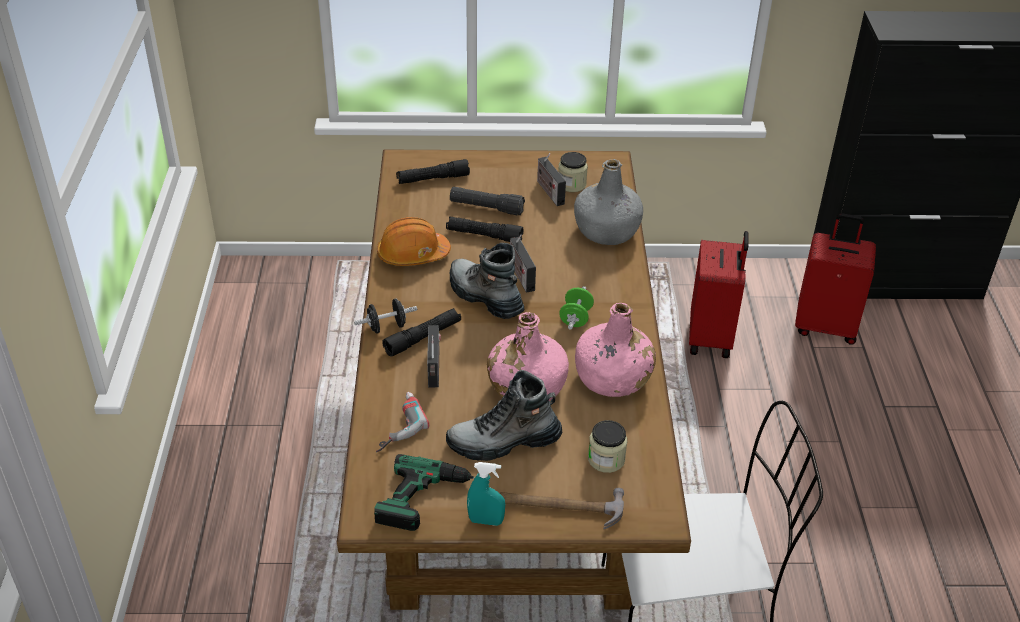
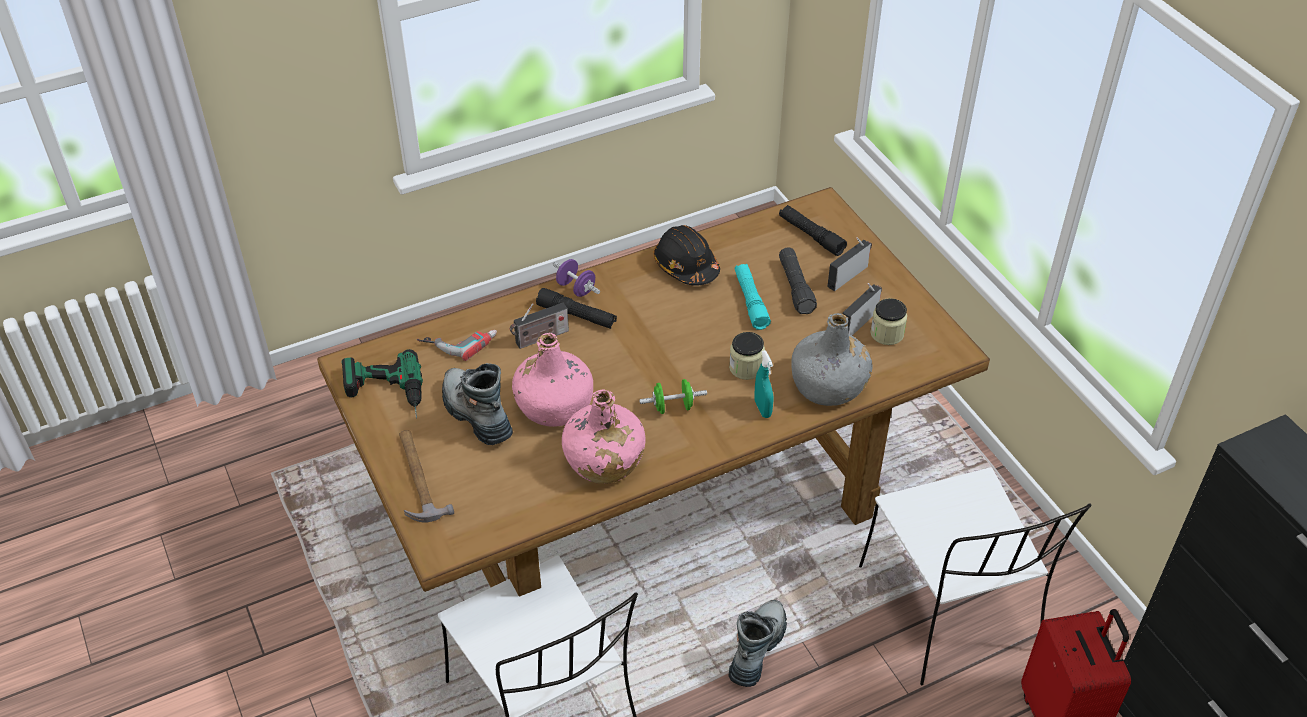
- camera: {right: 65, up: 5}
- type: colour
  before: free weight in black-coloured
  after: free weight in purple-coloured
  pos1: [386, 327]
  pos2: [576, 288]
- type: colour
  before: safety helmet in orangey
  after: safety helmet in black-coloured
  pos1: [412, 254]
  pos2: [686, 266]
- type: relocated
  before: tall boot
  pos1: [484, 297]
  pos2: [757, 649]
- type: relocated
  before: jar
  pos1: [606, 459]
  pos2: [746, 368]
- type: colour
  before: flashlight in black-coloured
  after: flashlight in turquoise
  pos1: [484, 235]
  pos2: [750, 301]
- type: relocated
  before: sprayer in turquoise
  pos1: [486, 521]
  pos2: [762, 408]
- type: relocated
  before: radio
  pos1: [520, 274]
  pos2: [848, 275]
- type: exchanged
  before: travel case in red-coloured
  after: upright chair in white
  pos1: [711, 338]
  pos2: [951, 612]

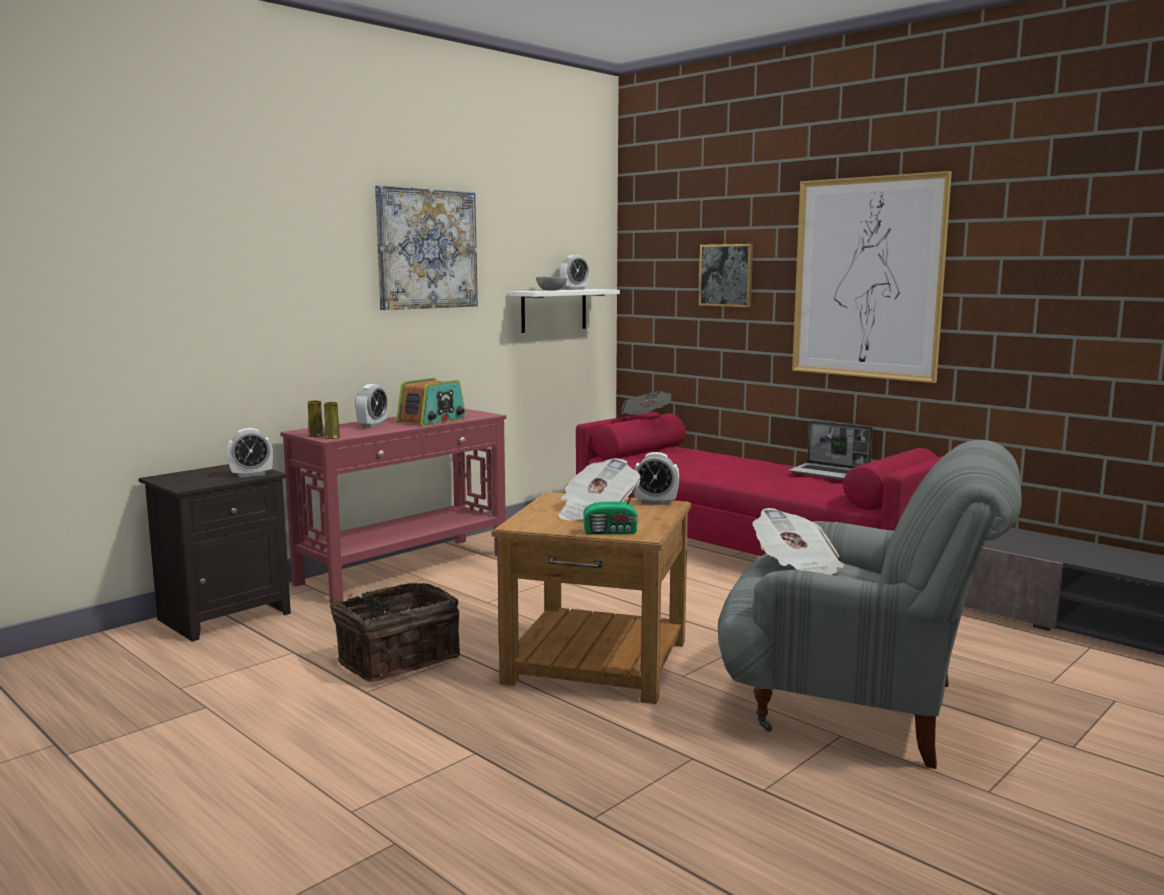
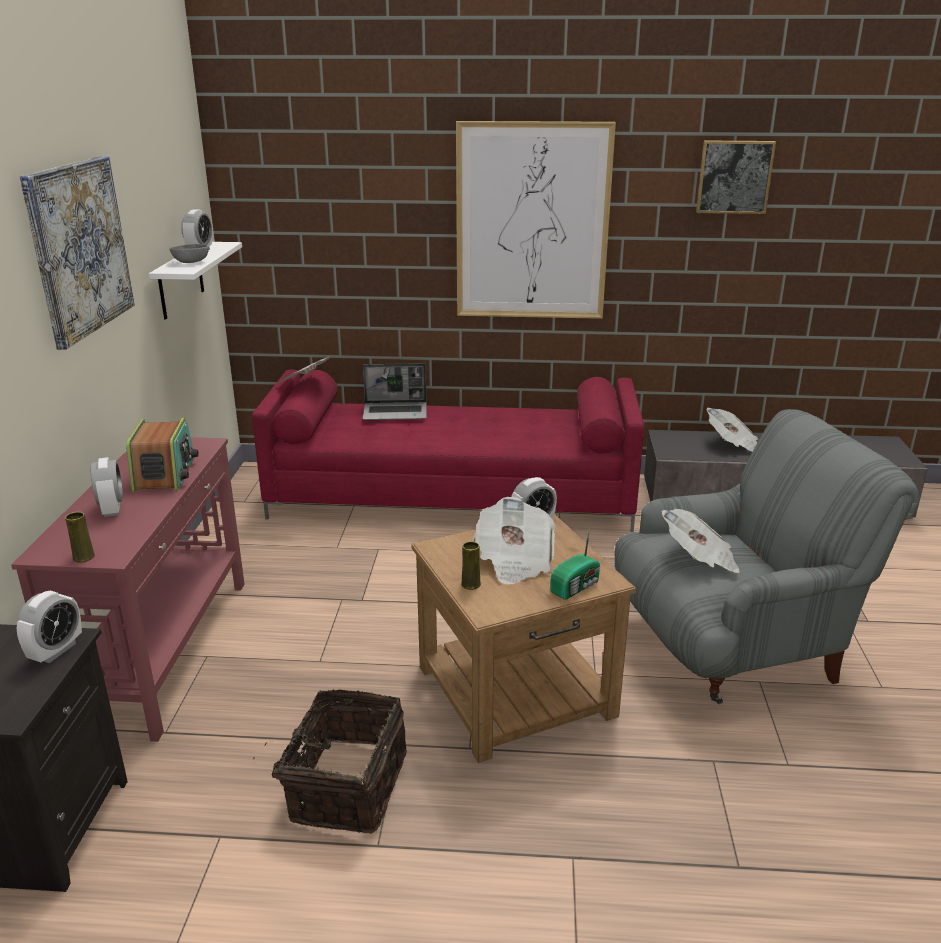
- camera: {right: -40, up: 15}
- type: relocated
  before: laptop
  pos1: [830, 473]
  pos2: [396, 412]
- type: relocated
  before: vase in yellow-coloured
  pos1: [332, 437]
  pos2: [471, 584]
- type: relocated
  before: wall art
  pos1: [726, 275]
  pos2: [734, 177]
- type: appeared
  after: printed paper
  pos2: [732, 444]

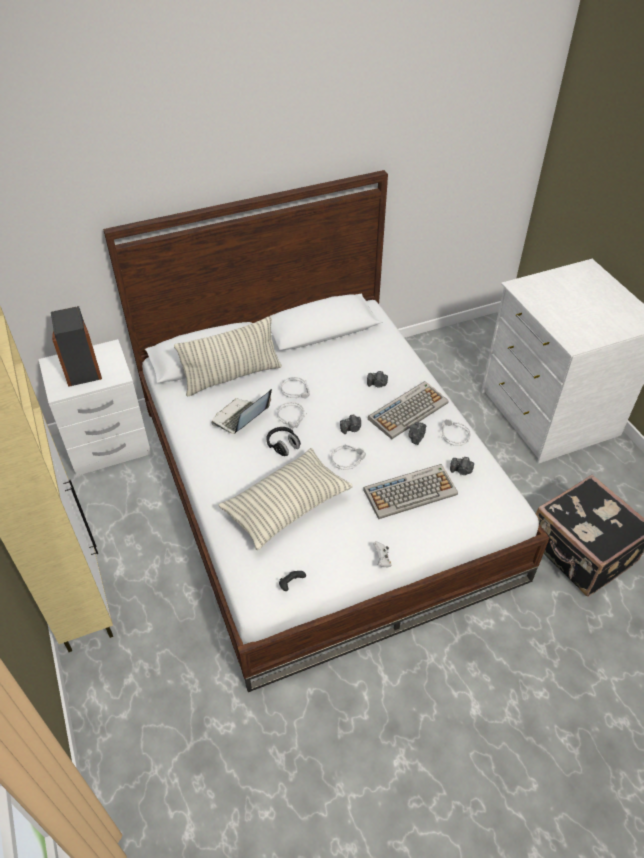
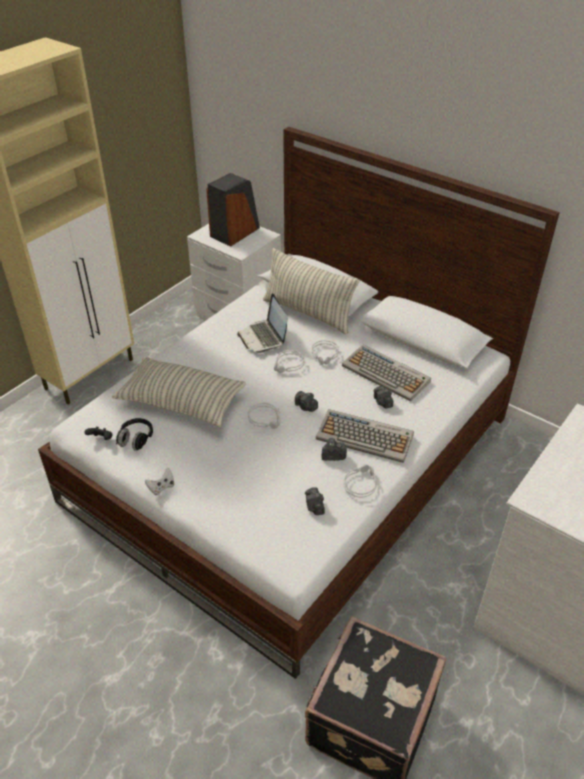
- camera: {right: 60, up: -5}
- type: relocated
  before: headset in black-coloured
  pos1: [283, 446]
  pos2: [136, 439]
- type: spun
  before: laptop
  pos1: [241, 418]
  pos2: [263, 337]
  turn: -120
- type: relocated
  before: PC keyboard
  pos1: [410, 491]
  pos2: [386, 374]

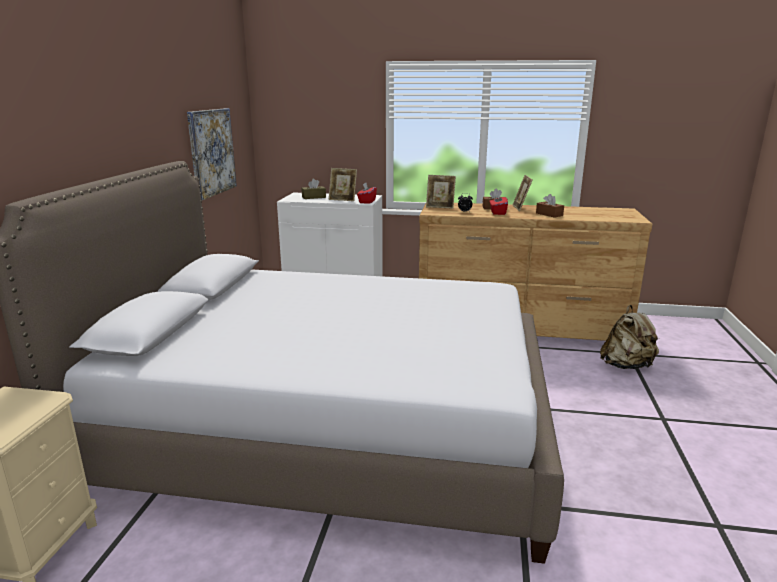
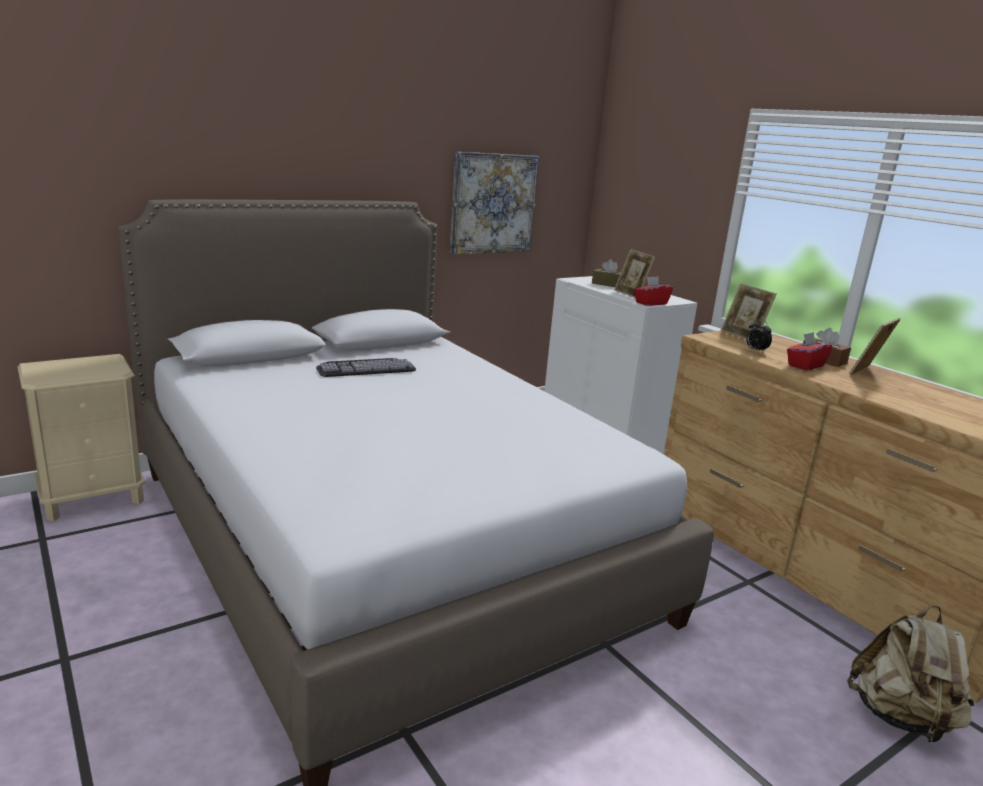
- camera: {right: 45, up: 0}
- type: appeared
  after: PC keyboard
  pos2: [366, 367]
- type: missing
  before: tissue box in brown-coloured
  pos1: [549, 214]

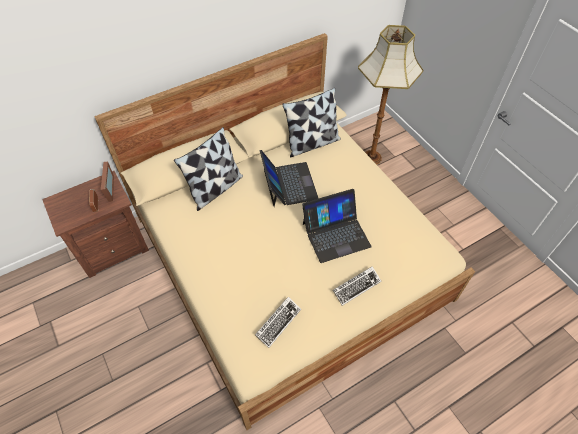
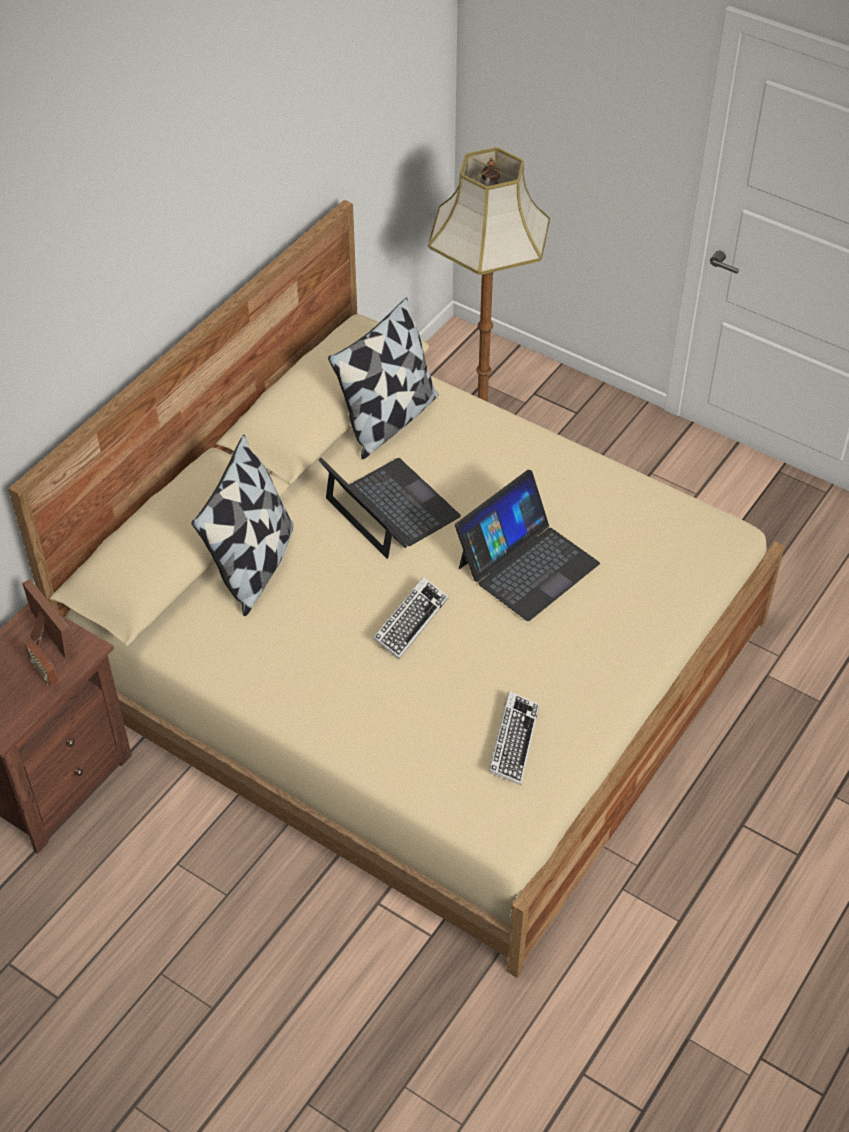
- camera: {right: -25, up: -5}
- type: relocated
  before: PC keyboard
  pos1: [356, 287]
  pos2: [410, 621]

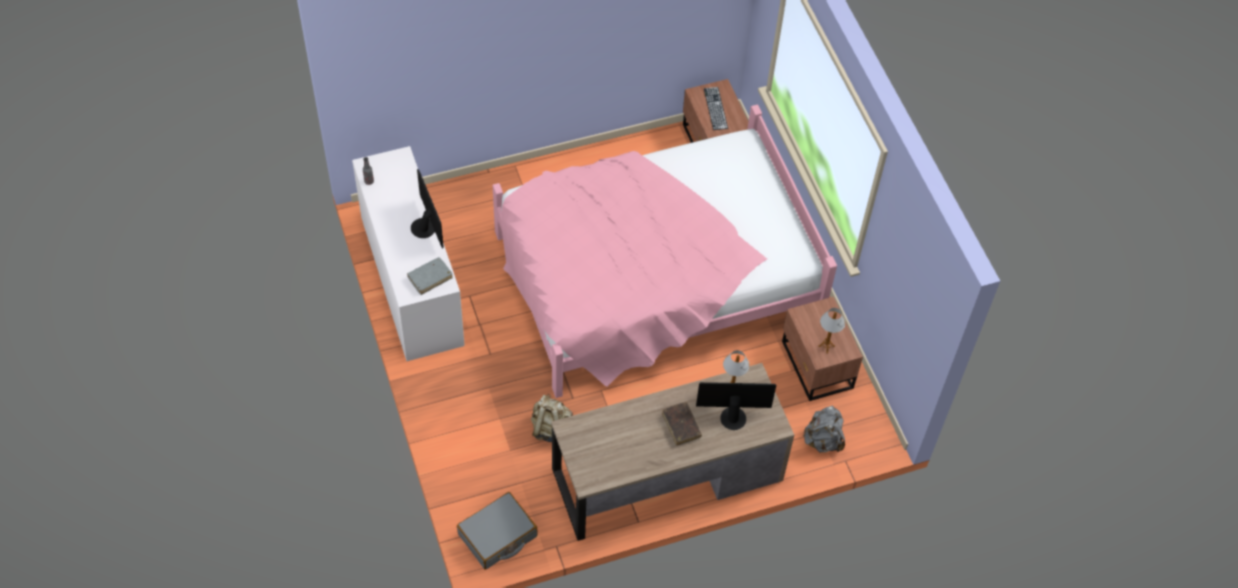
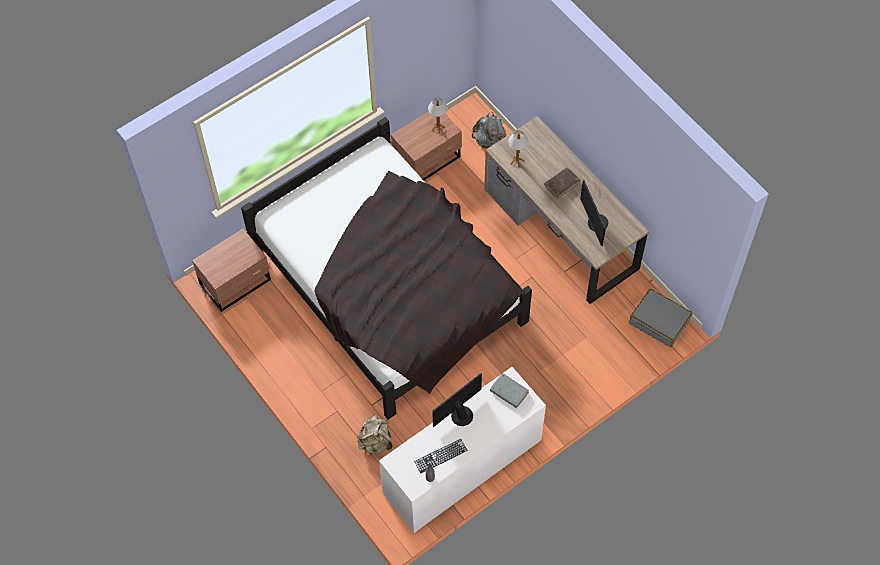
- camera: {right: -105, up: 5}
- type: colour
  before: bed in pinkish
  after: bed in black-coloured
  pos1: [654, 279]
  pos2: [390, 286]
- type: relocated
  before: backpack in beige
  pos1: [551, 428]
  pos2: [375, 441]
- type: relocated
  before: PC keyboard
  pos1: [715, 108]
  pos2: [440, 456]
- type: relocated
  before: monitor
  pos1: [732, 416]
  pos2: [595, 224]

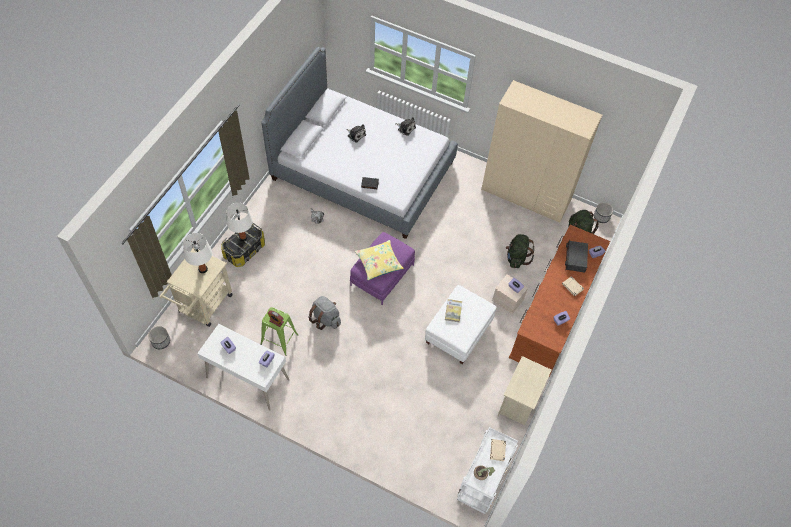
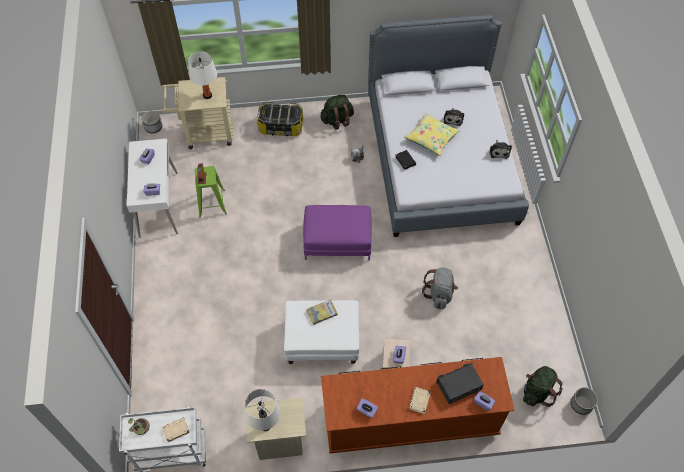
- camera: {right: 60, up: 0}
- type: relocated
  before: tabletop lamp in white
  pos1: [243, 237]
  pos2: [265, 425]
- type: relocated
  before: backpack in green
  pos1: [516, 258]
  pos2: [337, 120]
- type: relocated
  before: pillow in yellow-coloured
  pos1: [378, 263]
  pos2: [431, 138]
- type: relocated
  before: backpack in grey
  pos1: [325, 319]
  pos2: [439, 294]
- type: missing
  before: clothes cupboard in beige
  pos1: [526, 195]

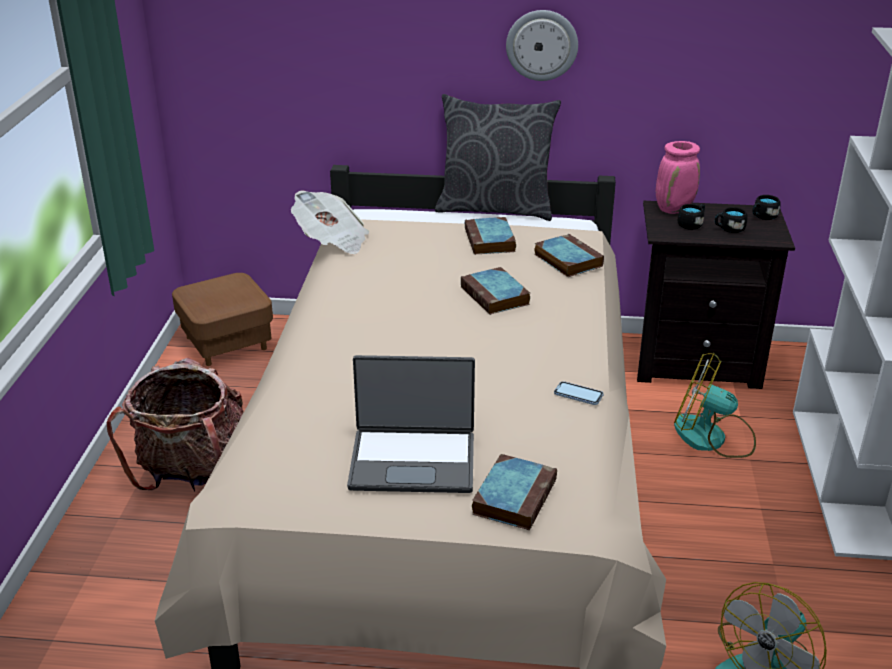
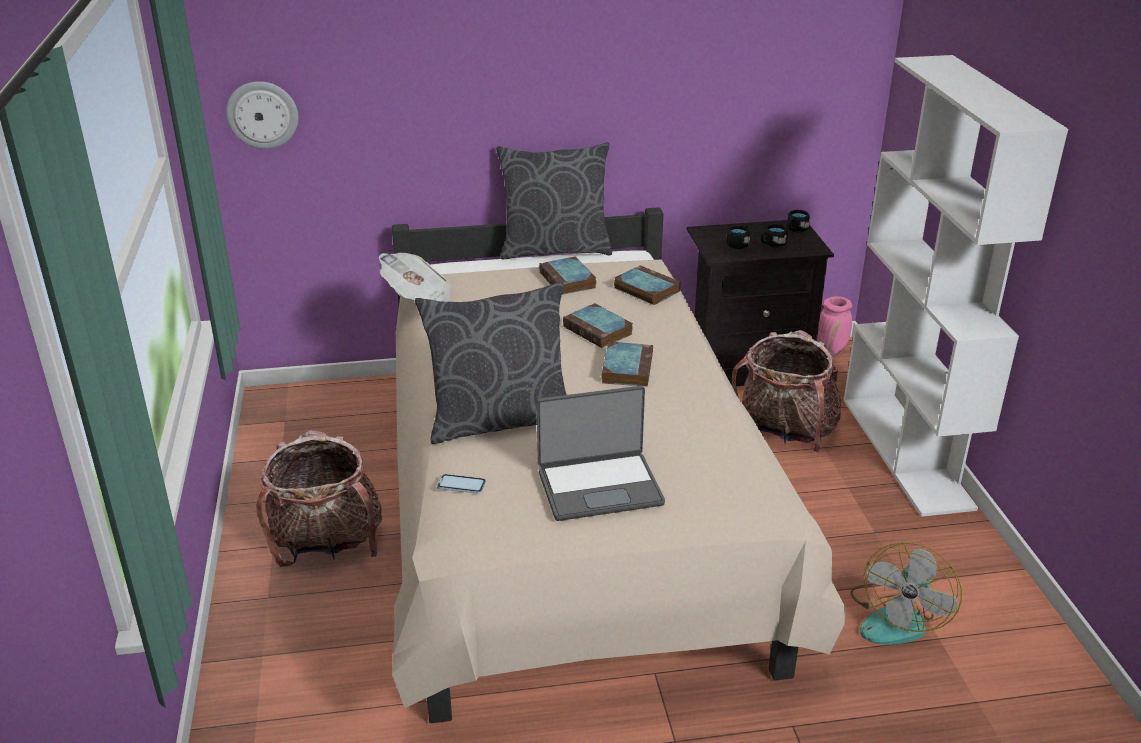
- camera: {right: -15, up: 0}
- type: relocated
  before: wall clock
  pos1: [542, 45]
  pos2: [262, 114]
- type: appeared
  after: pillow in grey
  pos2: [499, 420]
- type: relocated
  before: handset
  pos1: [578, 394]
  pos2: [461, 485]
- type: relocated
  before: volume
  pos1: [514, 496]
  pos2: [627, 368]
- type: exchanged
  before: electric fan
  after: backpack
  pos1: [712, 437]
  pos2: [785, 433]
- type: relocated
  before: vase in pinkish
  pos1: [674, 209]
  pos2: [830, 352]
- type: missing
  before: ottoman in brown-coloured
  pos1: [227, 343]

